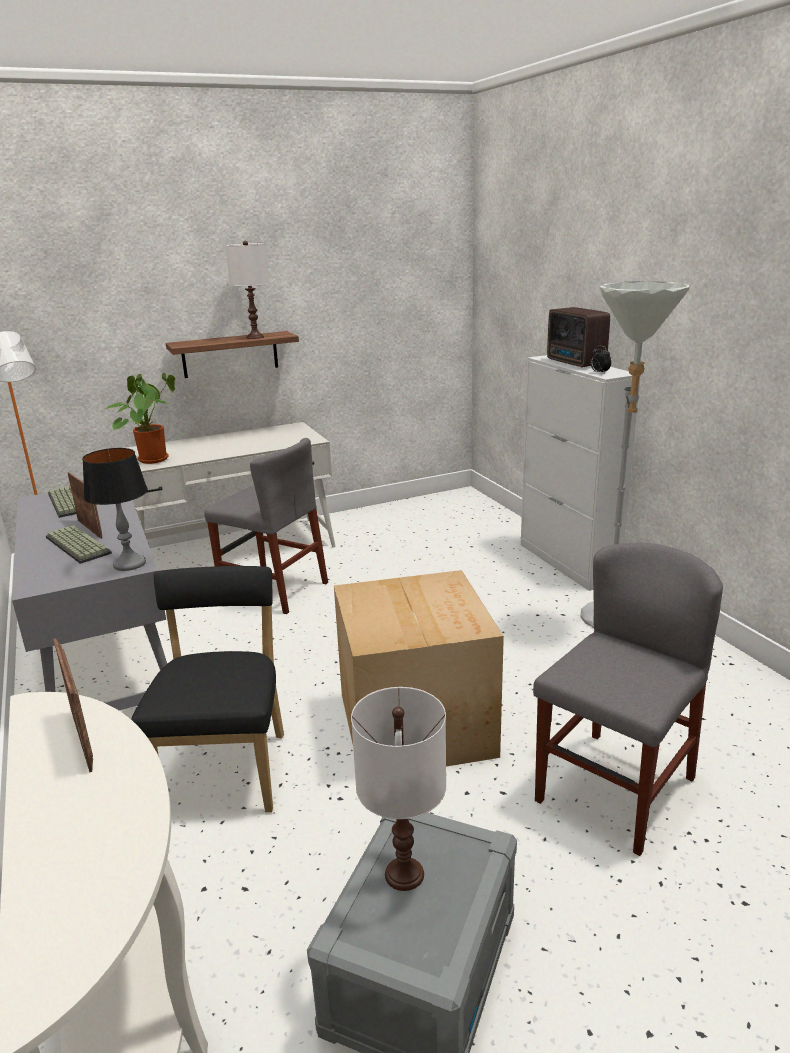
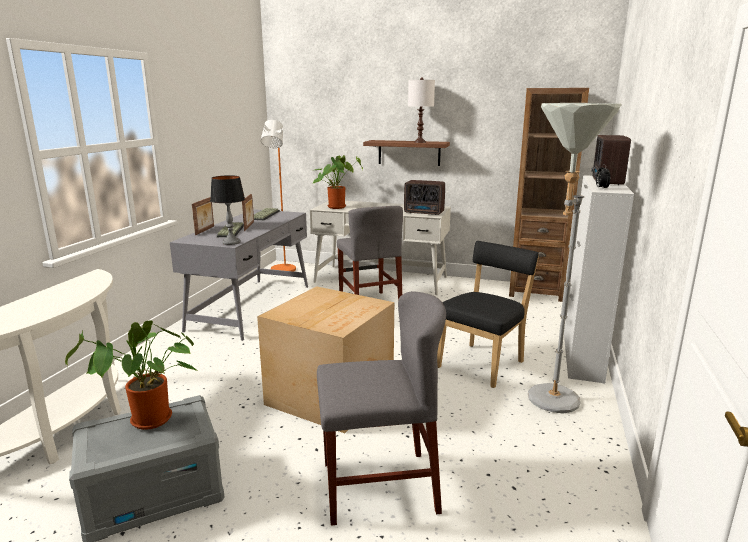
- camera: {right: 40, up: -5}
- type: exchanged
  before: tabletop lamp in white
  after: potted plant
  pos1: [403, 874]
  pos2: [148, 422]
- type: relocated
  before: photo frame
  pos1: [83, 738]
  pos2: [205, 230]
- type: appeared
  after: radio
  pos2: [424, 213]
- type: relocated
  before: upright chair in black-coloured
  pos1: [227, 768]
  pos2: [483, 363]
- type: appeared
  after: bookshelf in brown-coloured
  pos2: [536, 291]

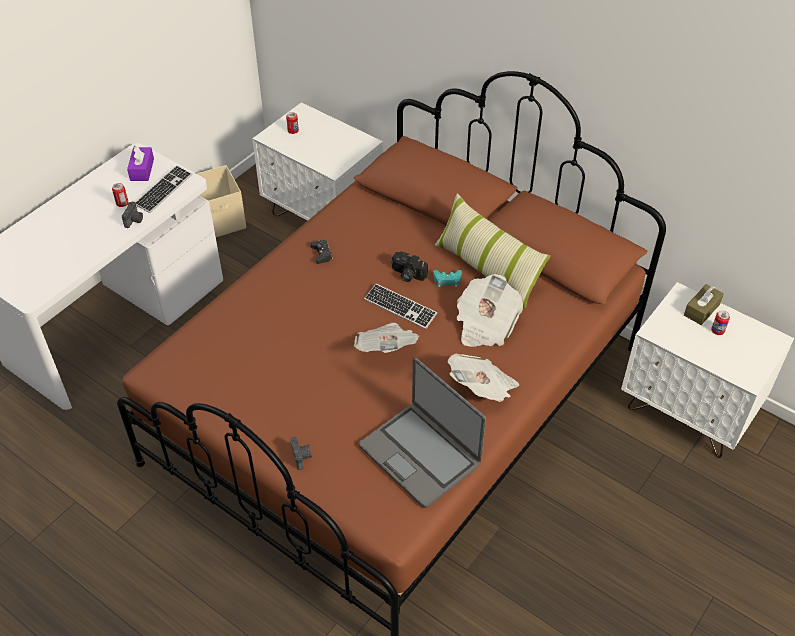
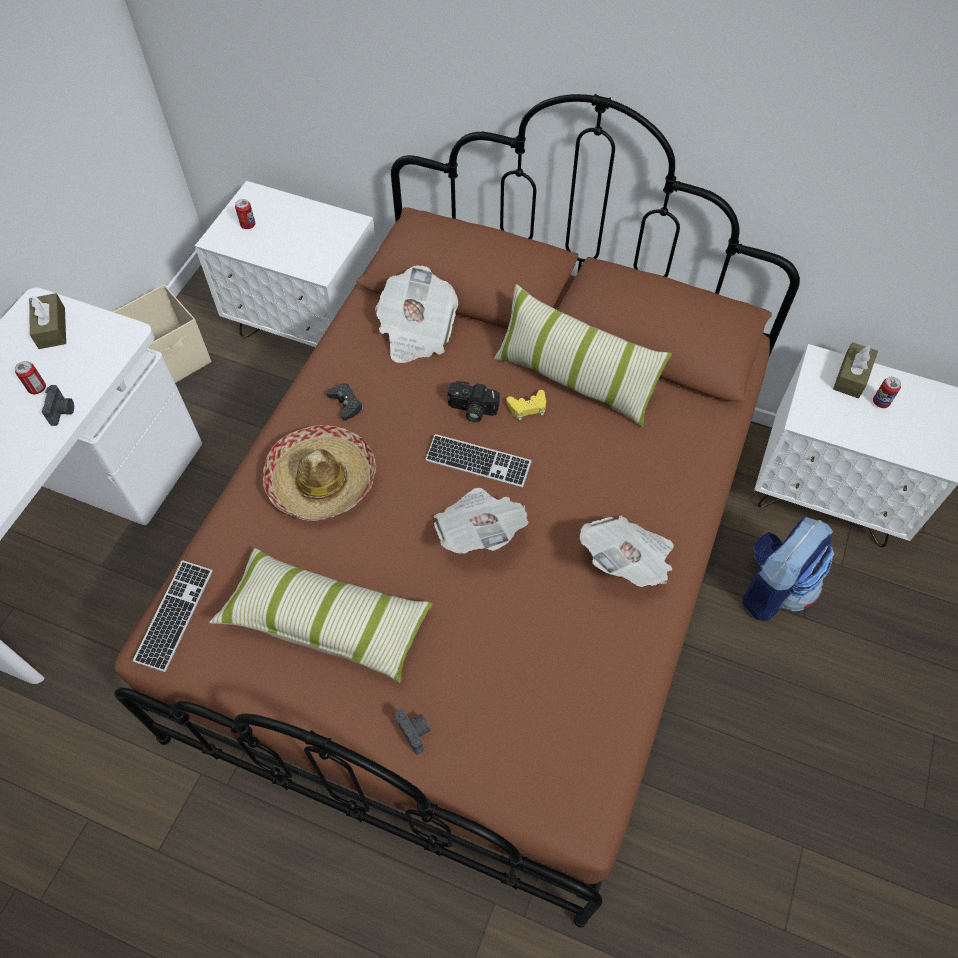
- camera: {right: -15, up: 10}
- type: colour
  before: tissue box in purple-coloured
  after: tissue box in brown-coloured
  pos1: [142, 169]
  pos2: [52, 328]
- type: relocated
  before: PC keyboard
  pos1: [164, 190]
  pos2: [175, 616]
- type: appeared
  after: pillow
  pos2: [326, 622]
- type: appeared
  after: wearable hat
  pos2: [322, 480]
- type: relocated
  before: printed paper
  pos1: [485, 325]
  pos2: [416, 332]
- type: colour
  before: joypad in turquoise
  after: joypad in yellow-coloured
  pos1: [447, 280]
  pos2: [527, 407]
- type: appeared
  after: backpack
  pos2: [773, 587]
- type: missing
  before: laptop
  pos1: [420, 454]

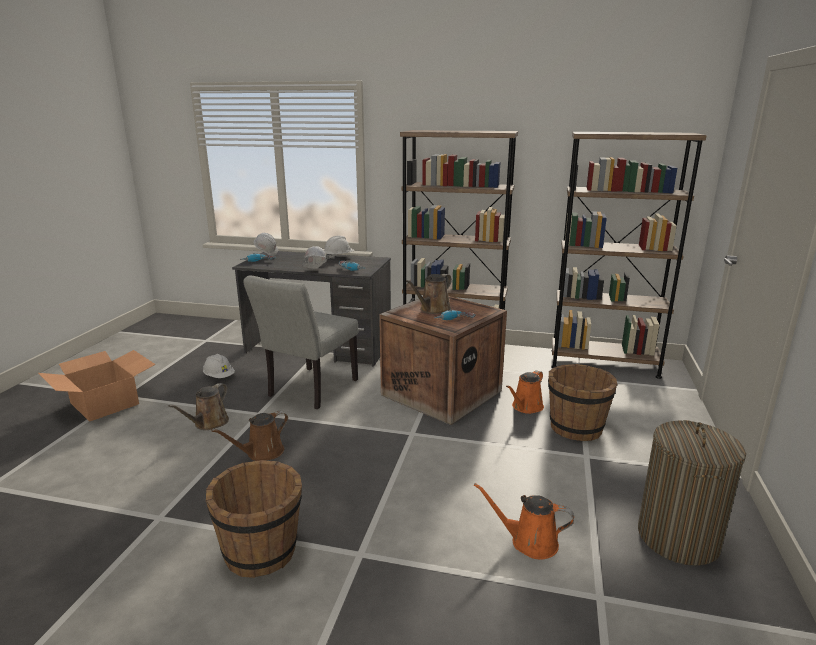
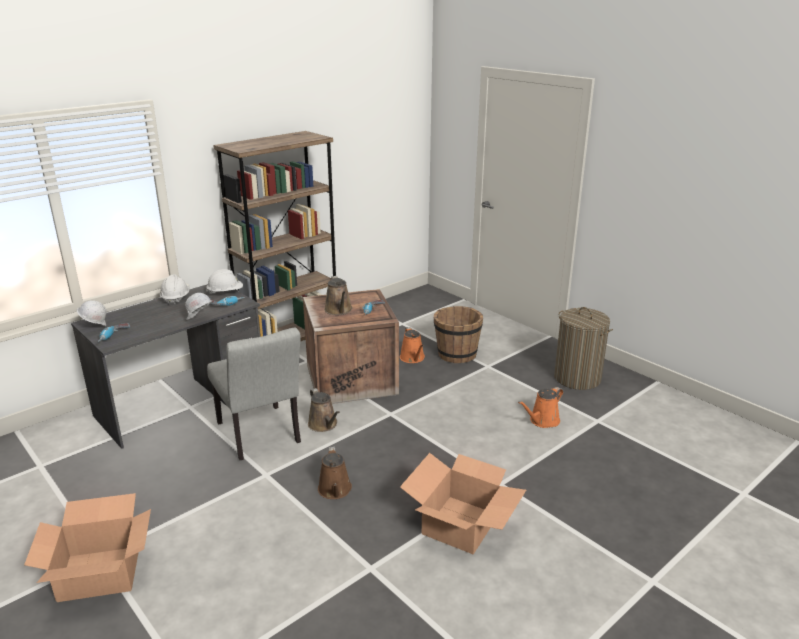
- camera: {right: -55, up: 5}
- type: relocated
  before: safety helmet in white
  pos1: [219, 377]
  pos2: [225, 292]
- type: relocated
  before: watering can in brown-coloured
  pos1: [209, 423]
  pos2: [324, 425]
- type: exchanged
  before: bucket in brown-coloured
  after: cardboard box
  pos1: [261, 551]
  pos2: [461, 524]
- type: missing
  before: bookshelf in brown-coloured
  pos1: [603, 363]

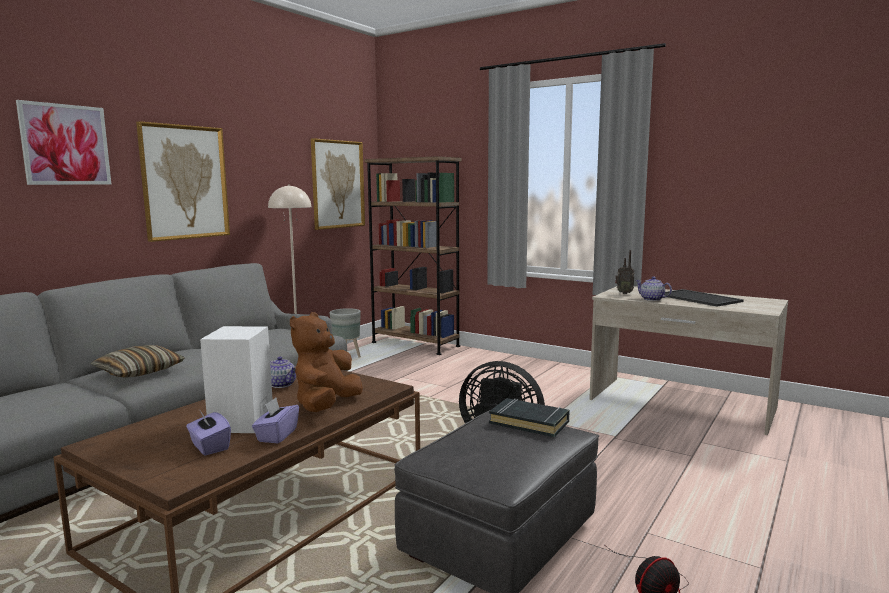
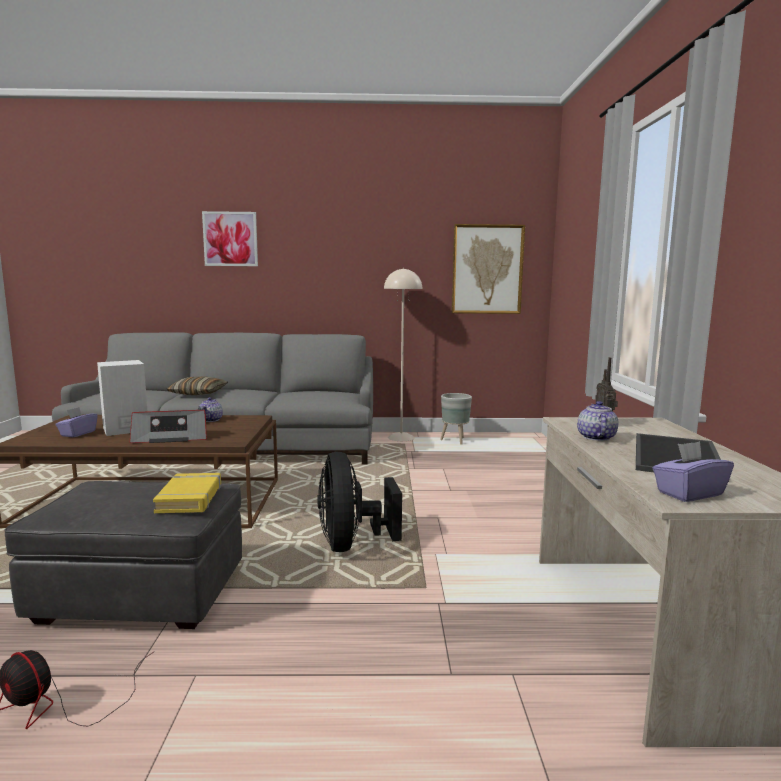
- camera: {right: 55, up: 0}
- type: exchanged
  before: plush toy in brown-coloured
  after: radio
  pos1: [326, 406]
  pos2: [171, 437]
- type: colour
  before: volume in black-coloured
  after: volume in yellow-coloured
  pos1: [529, 422]
  pos2: [190, 498]
- type: relocated
  before: tissue box in purple-coloured
  pos1: [277, 435]
  pos2: [689, 493]
- type: missing
  before: wall art
  pos1: [185, 182]
- type: missing
  before: bookshelf in brown-coloured
  pos1: [415, 344]

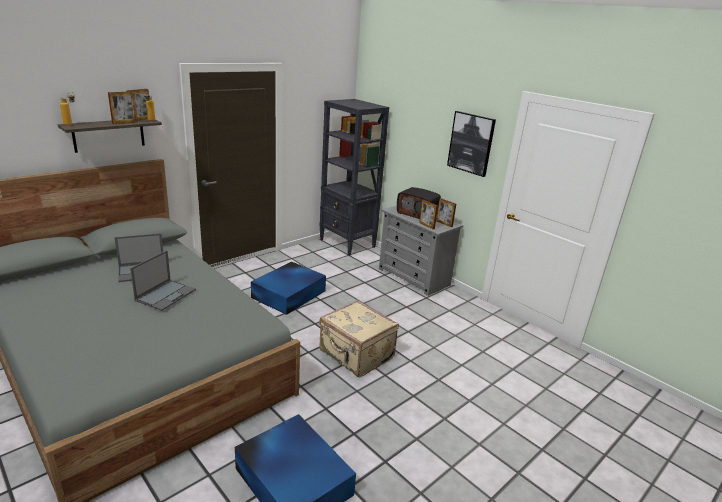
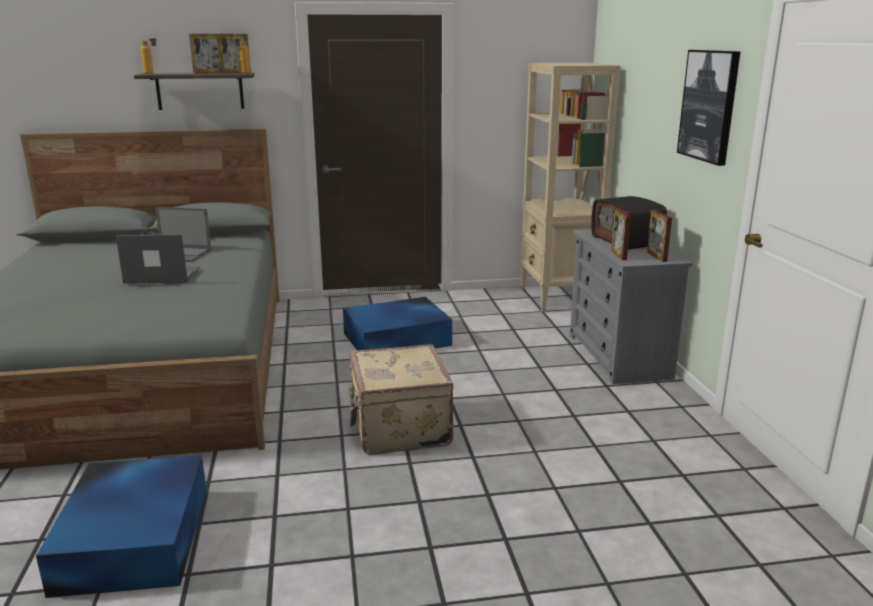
- camera: {right: 35, up: -5}
- type: spun
  before: laptop
  pos1: [166, 295]
  pos2: [161, 276]
  turn: -150
- type: colour
  before: bookshelf in black-coloured
  after: bookshelf in beige
  pos1: [347, 243]
  pos2: [558, 298]

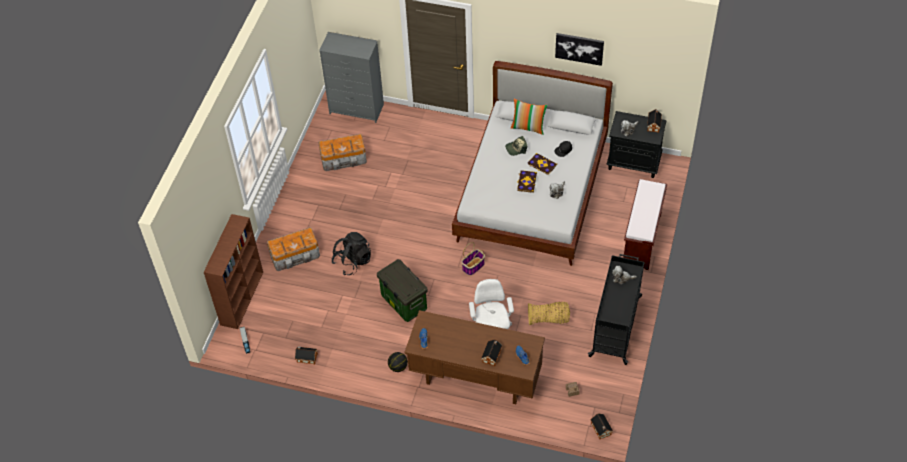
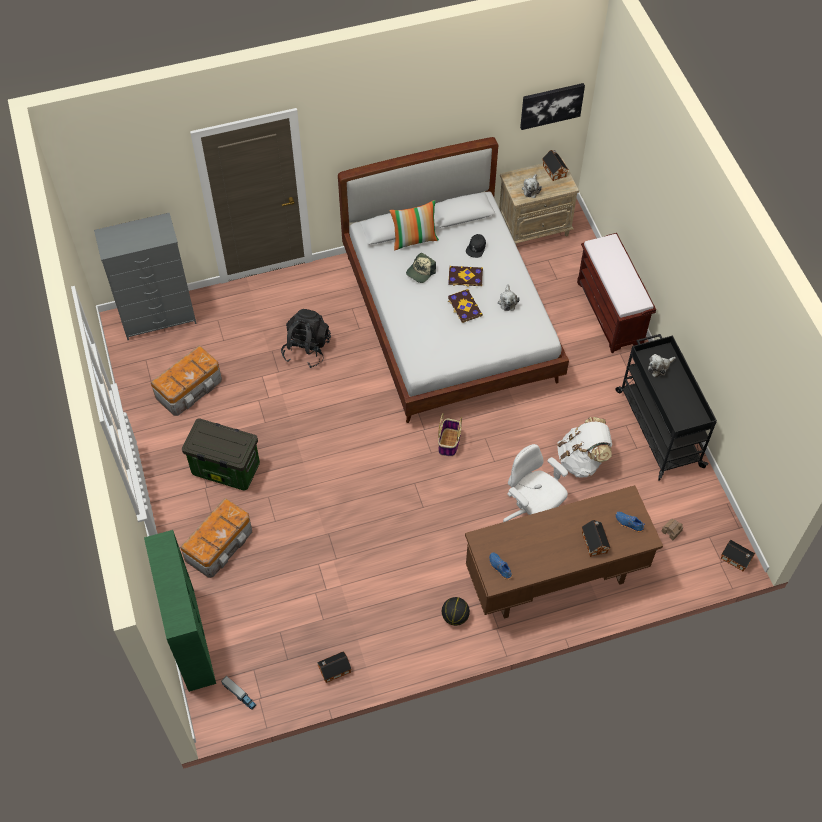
- camera: {right: -35, up: 5}
- type: colour
  before: bookshelf in brown-coloured
  after: bookshelf in green
  pos1: [242, 297]
  pos2: [190, 638]
- type: relocated
  before: storage bin
  pos1: [403, 302]
  pos2: [225, 469]
- type: relocated
  before: backpack in black-coloured
  pos1: [352, 261]
  pos2: [306, 349]
- type: colour
  before: bedside table in black-coloured
  after: bedside table in beige
  pos1: [634, 162]
  pos2: [534, 228]
- type: relocated
  before: wall art
  pos1: [579, 48]
  pos2: [551, 105]
- type: exchanged
  before: storage basket
  after: backpack in white
  pos1: [548, 319]
  pos2: [581, 460]

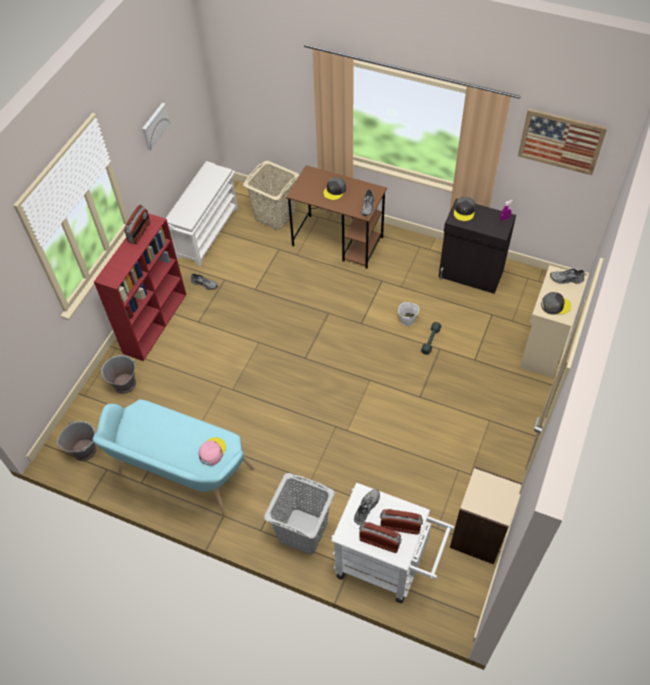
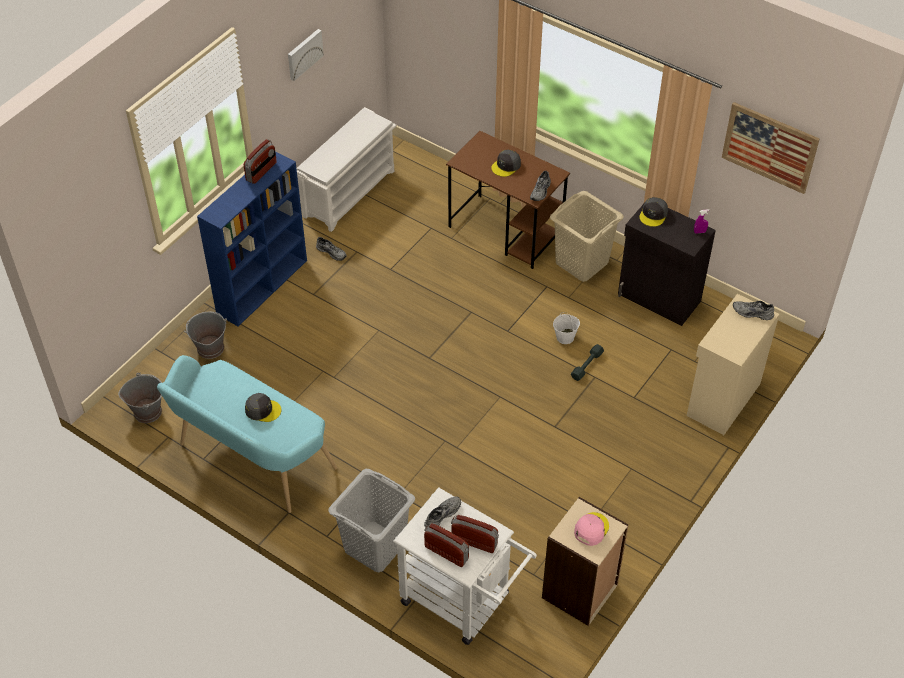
- camera: {right: 10, up: -5}
- type: colour
  before: bookshelf in red-coloured
  after: bookshelf in bluish
  pos1: [155, 322]
  pos2: [263, 286]
- type: relocated
  before: baseball cap in grey
  pos1: [555, 305]
  pos2: [263, 410]
- type: relocated
  before: hamper in beige
  pos1: [275, 216]
  pos2: [581, 263]
- type: relocated
  before: baseball cap in pinkish
  pos1: [212, 451]
  pos2: [591, 529]

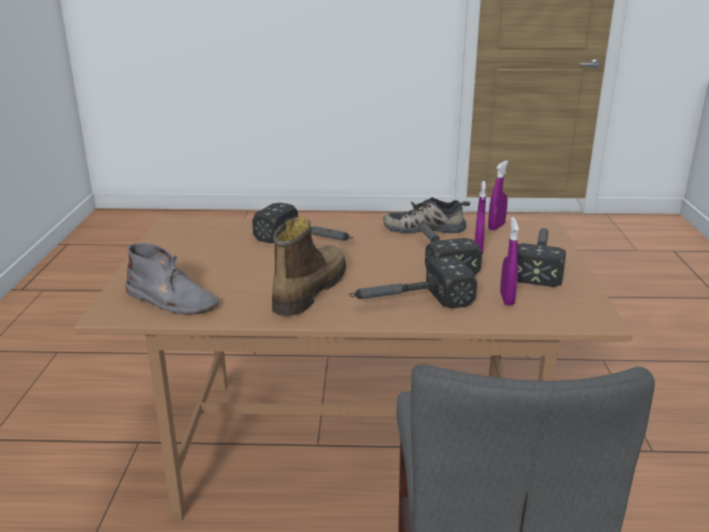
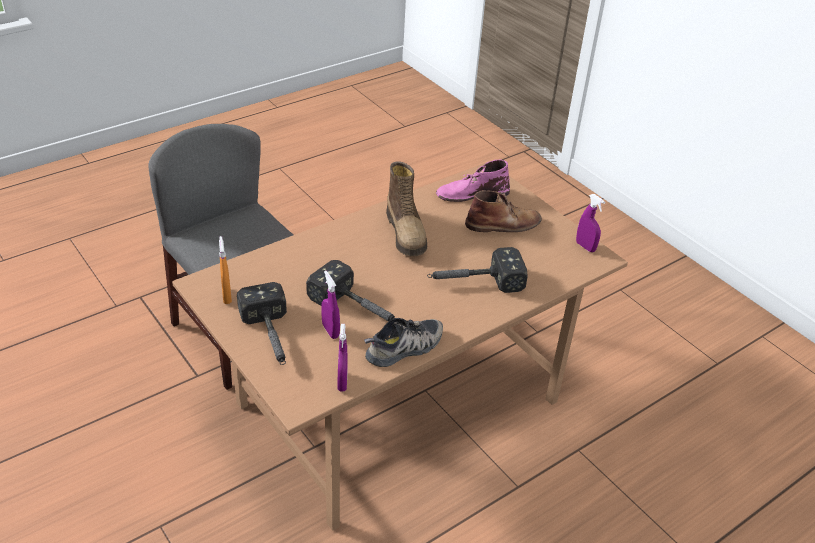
- camera: {right: 140, up: 15}
- type: appeared
  after: sprayer in orangey
  pos2: [227, 296]
- type: colour
  before: tall boot in grey
  after: tall boot in pinkish
  pos1: [172, 300]
  pos2: [471, 193]
- type: appeared
  after: tall boot in brown-coloured
  pos2: [504, 224]
- type: relocated
  before: sprayer in purple-coloured
  pos1: [507, 299]
  pos2: [585, 247]
- type: missing
  before: tool hammer
  pos1: [408, 302]

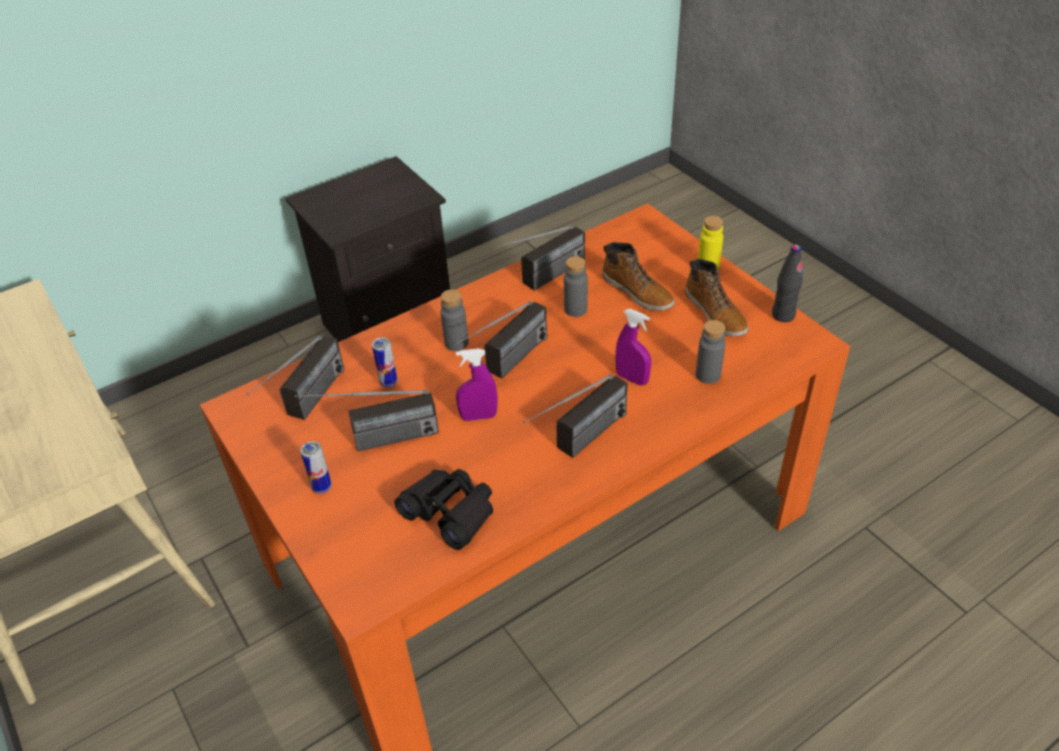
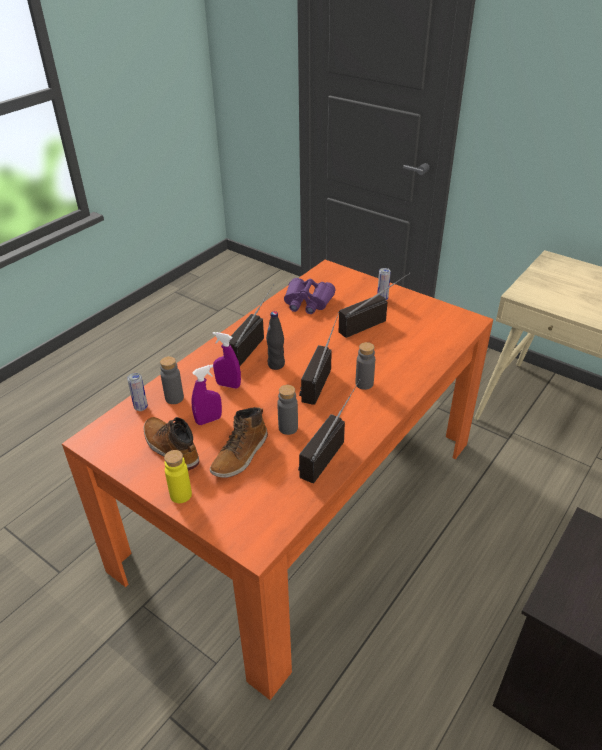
- camera: {right: 160, up: -5}
- type: relocated
  before: can
  pos1: [388, 382]
  pos2: [141, 407]
- type: relocated
  before: sprayer in purple-coloured
  pos1: [478, 416]
  pos2: [208, 420]
- type: spun
  before: tall boot
  pos1: [638, 292]
  pos2: [241, 455]
  turn: -90
- type: relocated
  before: drink bottle in black-coloured
  pos1: [783, 315]
  pos2: [276, 364]
- type: colour
  before: pair of binoculars in black-coloured
  after: pair of binoculars in purple-coloured
  pos1: [450, 512]
  pos2: [307, 302]
- type: missing
  before: radio
  pos1: [307, 406]

